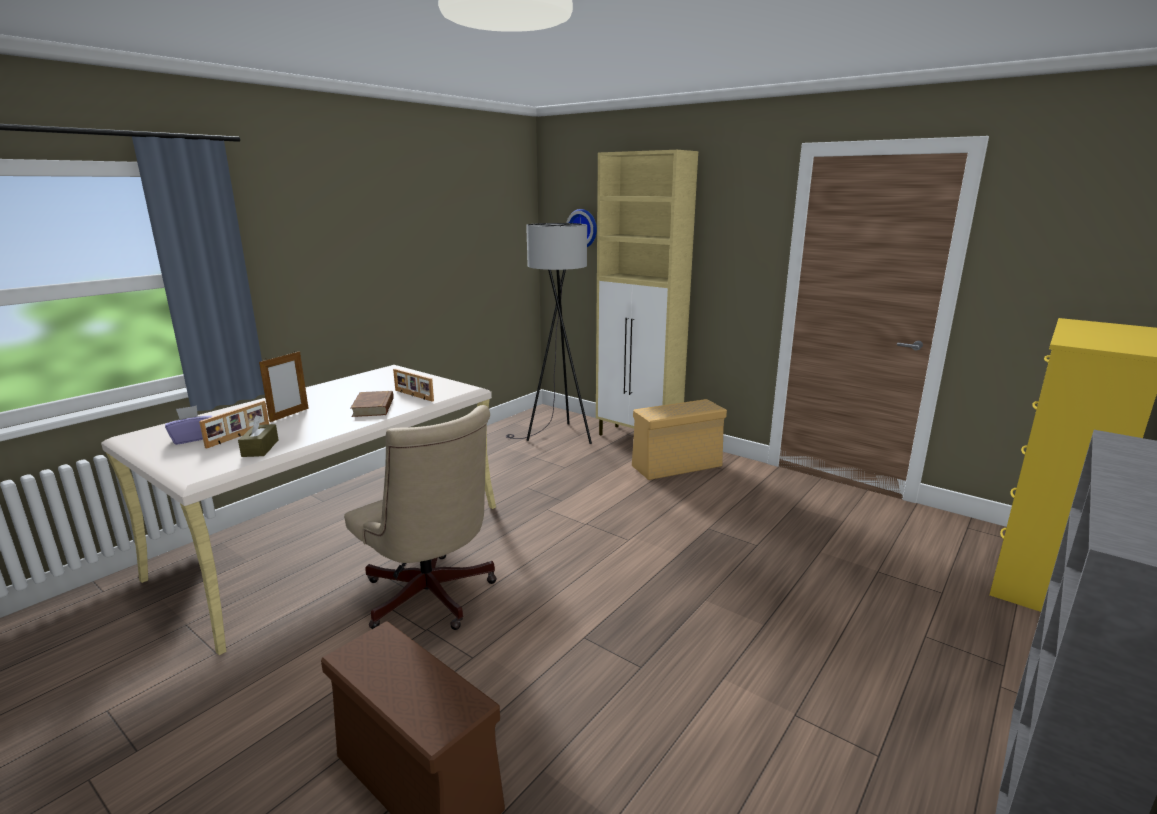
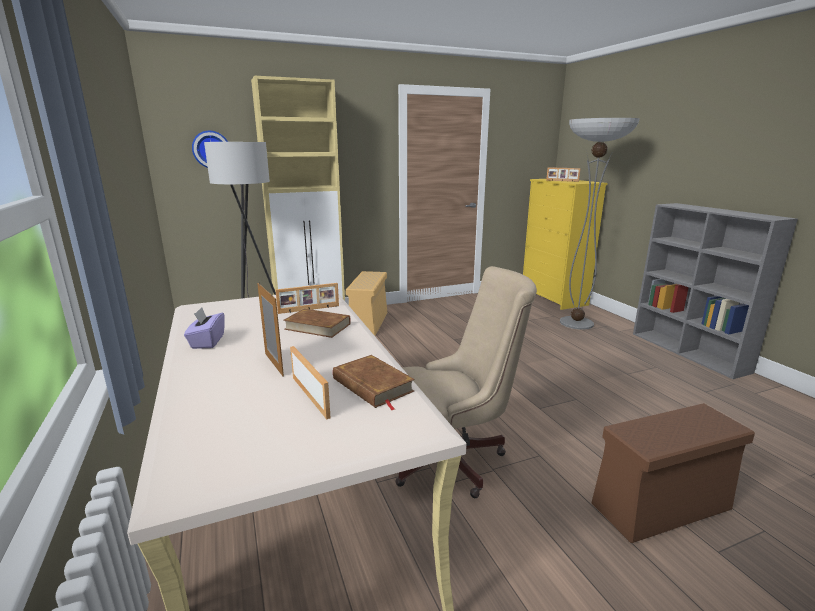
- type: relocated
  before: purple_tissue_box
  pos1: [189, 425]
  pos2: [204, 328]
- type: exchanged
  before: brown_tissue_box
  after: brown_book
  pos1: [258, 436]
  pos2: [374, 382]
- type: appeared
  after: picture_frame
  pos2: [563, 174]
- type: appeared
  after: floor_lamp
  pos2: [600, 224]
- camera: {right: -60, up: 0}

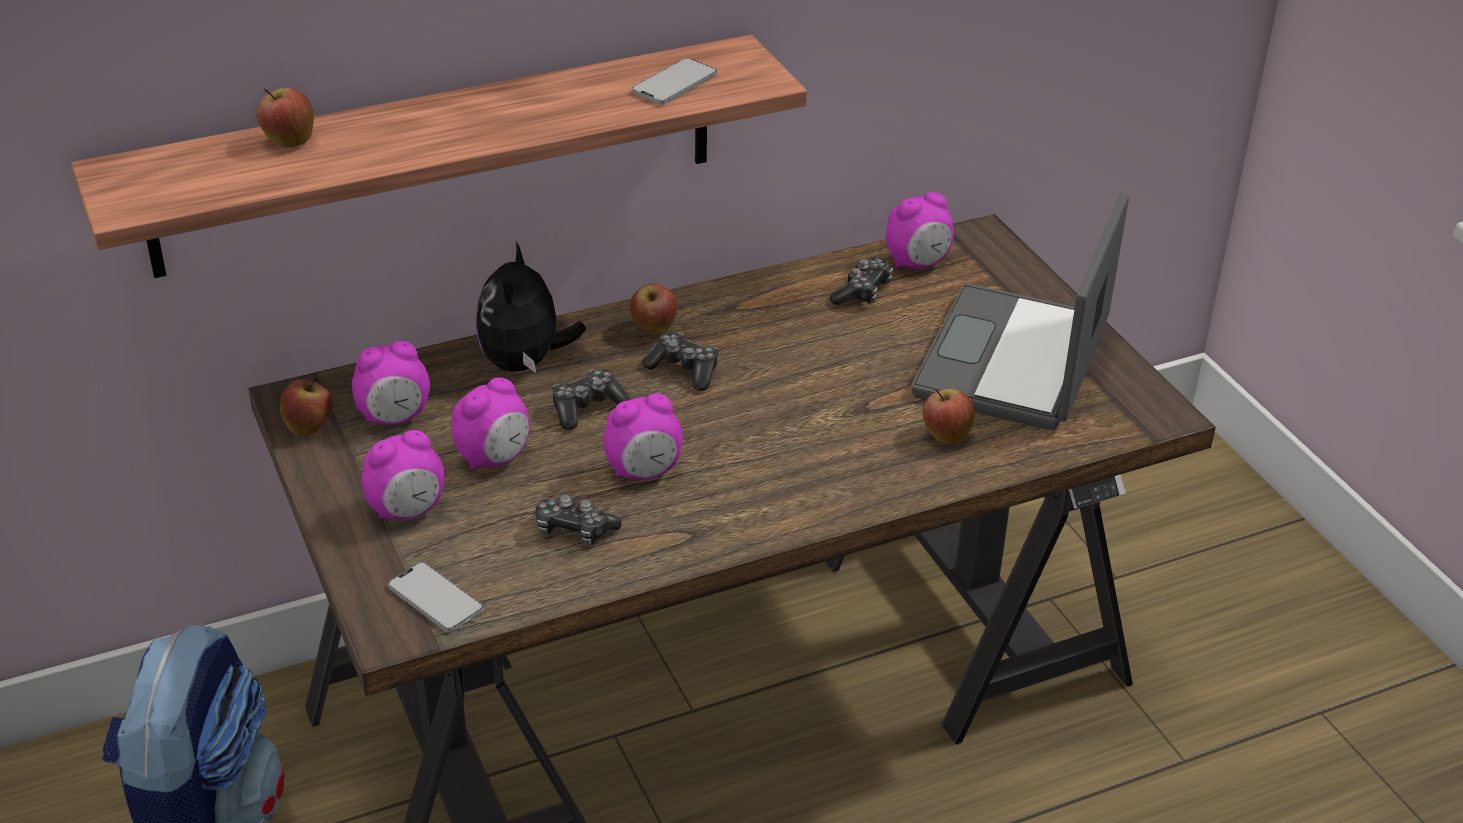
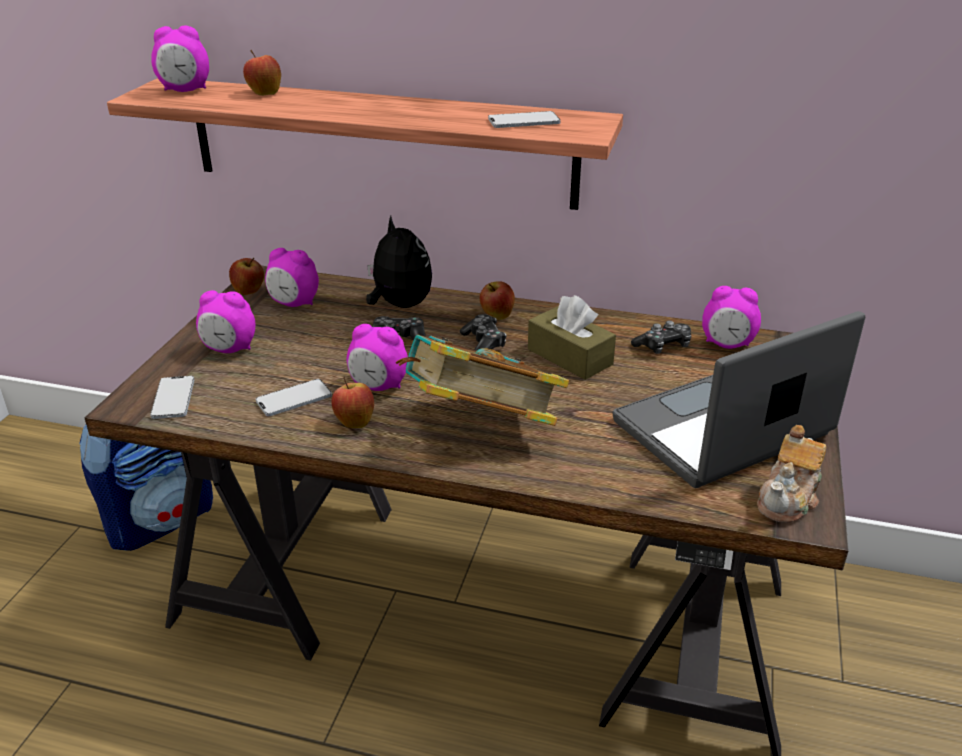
- type: relocated
  before: alarm_clock
  pos1: [490, 424]
  pos2: [180, 59]
- type: spun
  before: plush_toy
  pos1: [531, 307]
  pos2: [399, 262]
  turn: 105
- type: exchanged
  before: game_controller
  after: phone
  pos1: [578, 520]
  pos2: [294, 397]
- type: relocated
  before: apple
  pos1: [949, 416]
  pos2: [352, 402]
- type: appeared
  after: book
  pos2: [482, 380]
- type: appeared
  after: brown_tissue_box
  pos2: [572, 337]
- type: appeared
  after: teapot
  pos2: [791, 474]
- camera: {right: 40, up: -5}

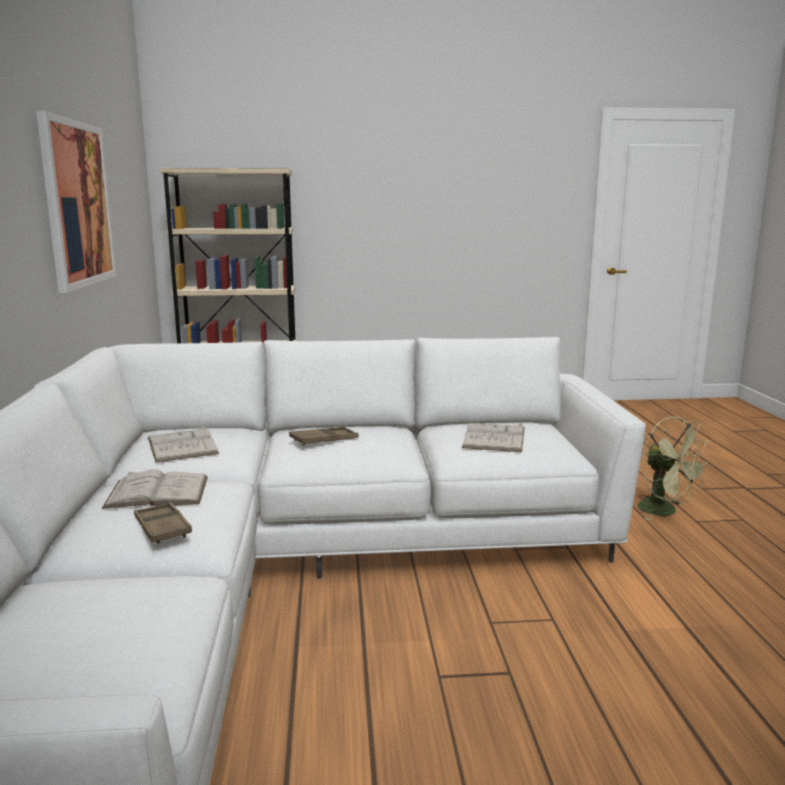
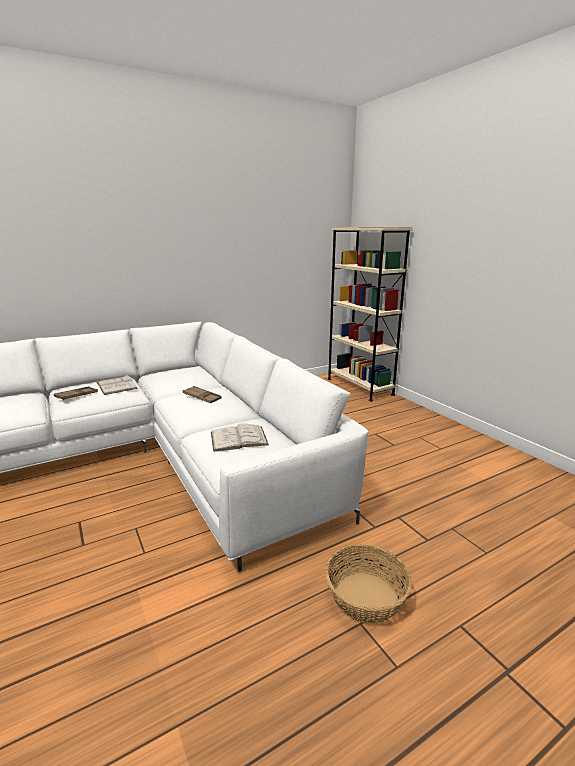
- type: missing
  before: picture
  pos1: [76, 202]
- type: missing
  before: white_book
  pos1: [183, 444]
- type: exchanged
  before: green_fan
  after: basket
  pos1: [674, 468]
  pos2: [368, 584]
- camera: {right: 65, up: 5}

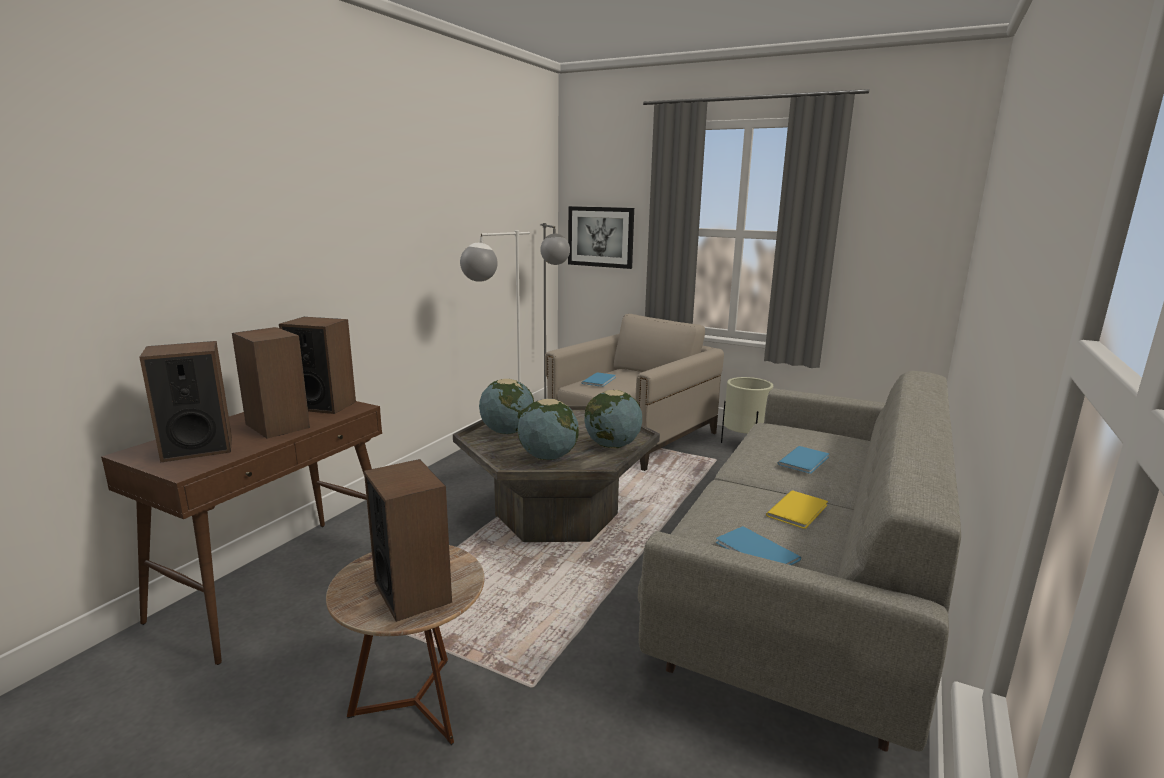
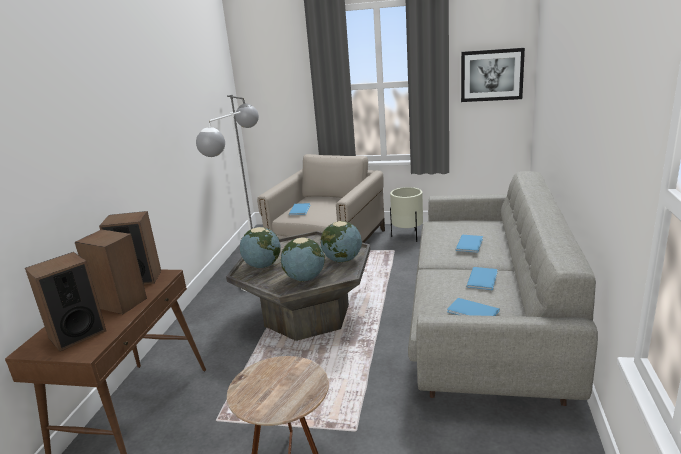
- type: missing
  before: speaker
  pos1: [408, 540]
- type: relocated
  before: picture
  pos1: [601, 237]
  pos2: [493, 75]
- type: colour
  before: yellow_book
  after: blue_book
  pos1: [797, 509]
  pos2: [482, 278]
- camera: {right: -15, up: 5}

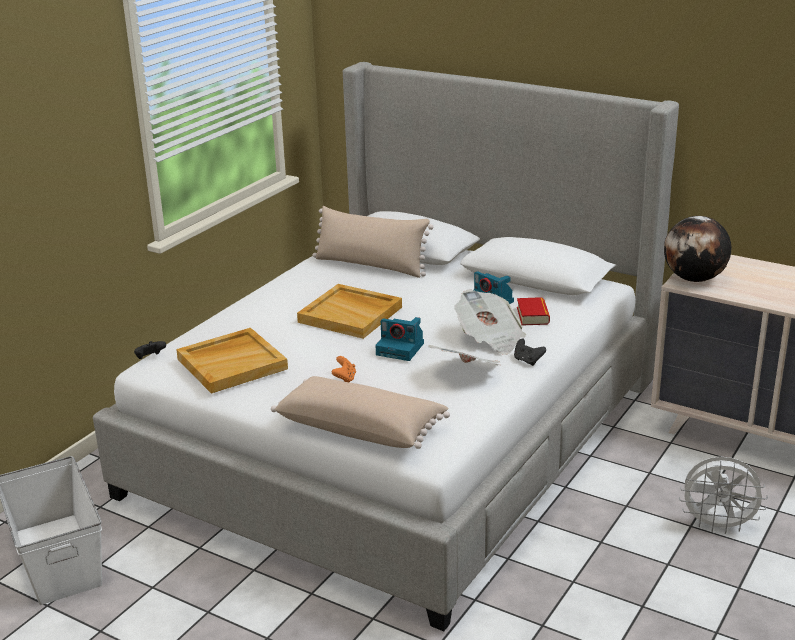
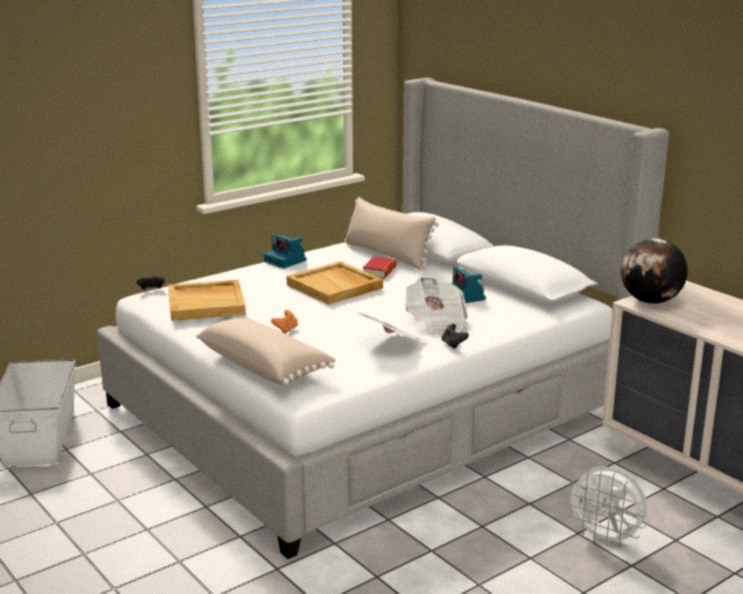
- type: relocated
  before: photo_camera
  pos1: [399, 339]
  pos2: [285, 251]
- type: relocated
  before: book
  pos1: [533, 311]
  pos2: [379, 268]
- camera: {right: 20, up: -5}

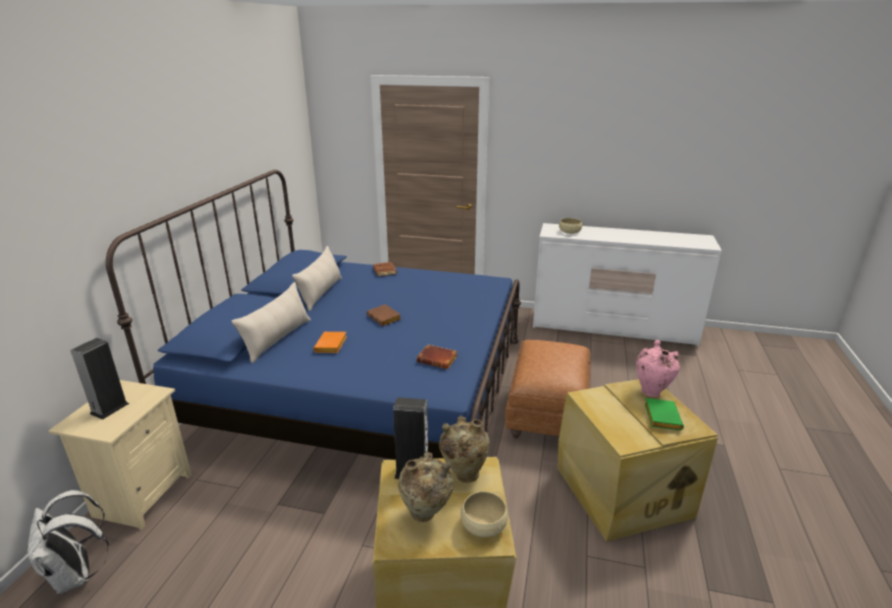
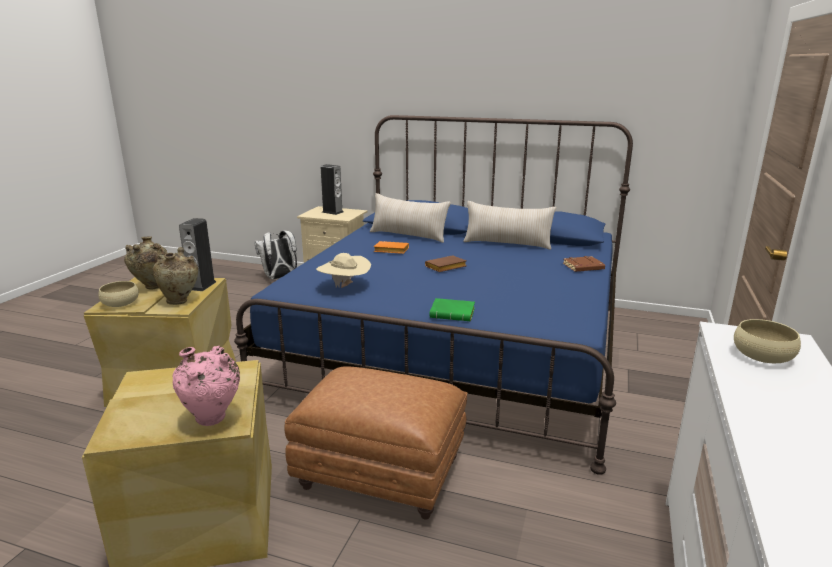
- type: exchanged
  before: brown_book
  after: beige_hat
  pos1: [437, 356]
  pos2: [343, 270]
- type: relocated
  before: green_book
  pos1: [664, 414]
  pos2: [452, 309]
- camera: {right: 95, up: -5}

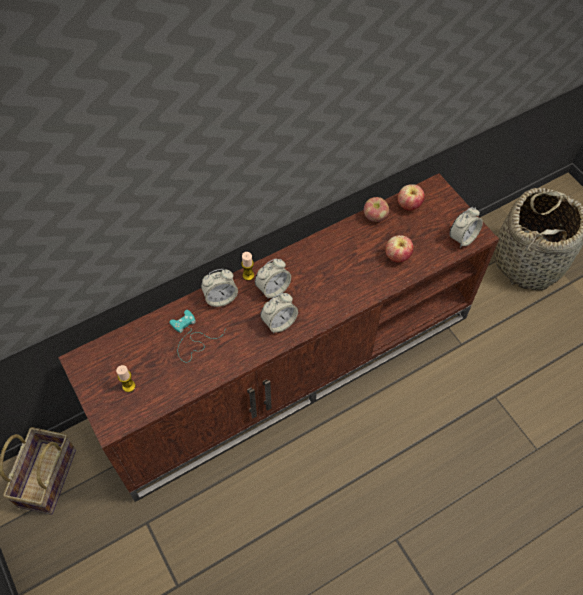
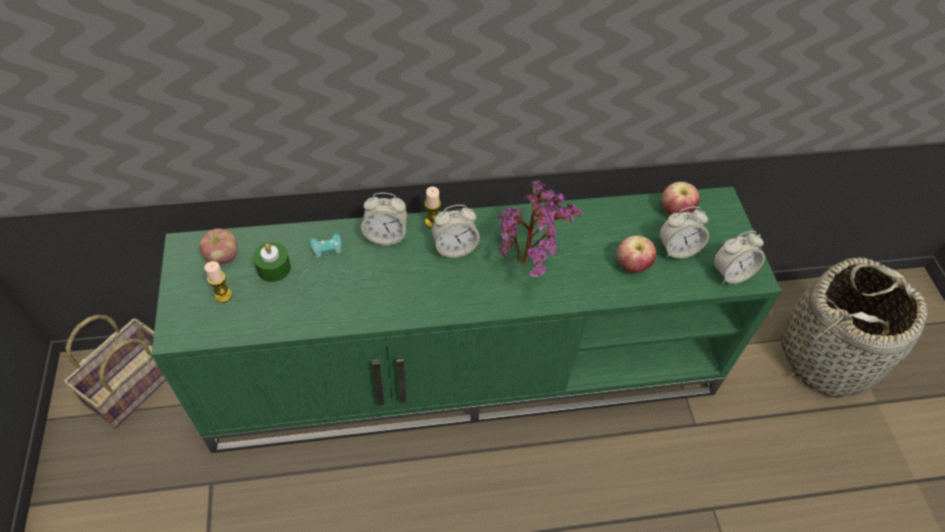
- type: colour
  before: brown_tv_stand
  after: green_tv_stand
  pos1: [278, 337]
  pos2: [466, 320]
- type: relocated
  before: alarm_clock
  pos1: [279, 313]
  pos2: [684, 233]
- type: relocated
  before: apple
  pos1: [376, 209]
  pos2: [218, 246]
- type: appeared
  after: green_candle
  pos2: [272, 262]
- type: appeared
  after: potted_plant
  pos2: [540, 228]
- camera: {right: 20, up: -5}

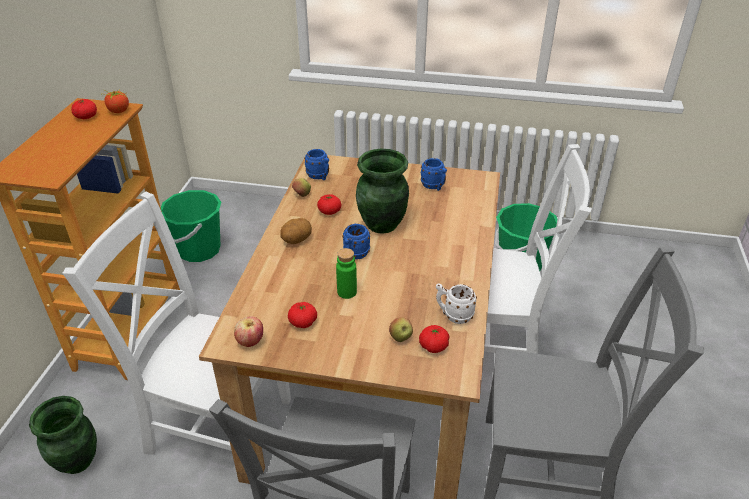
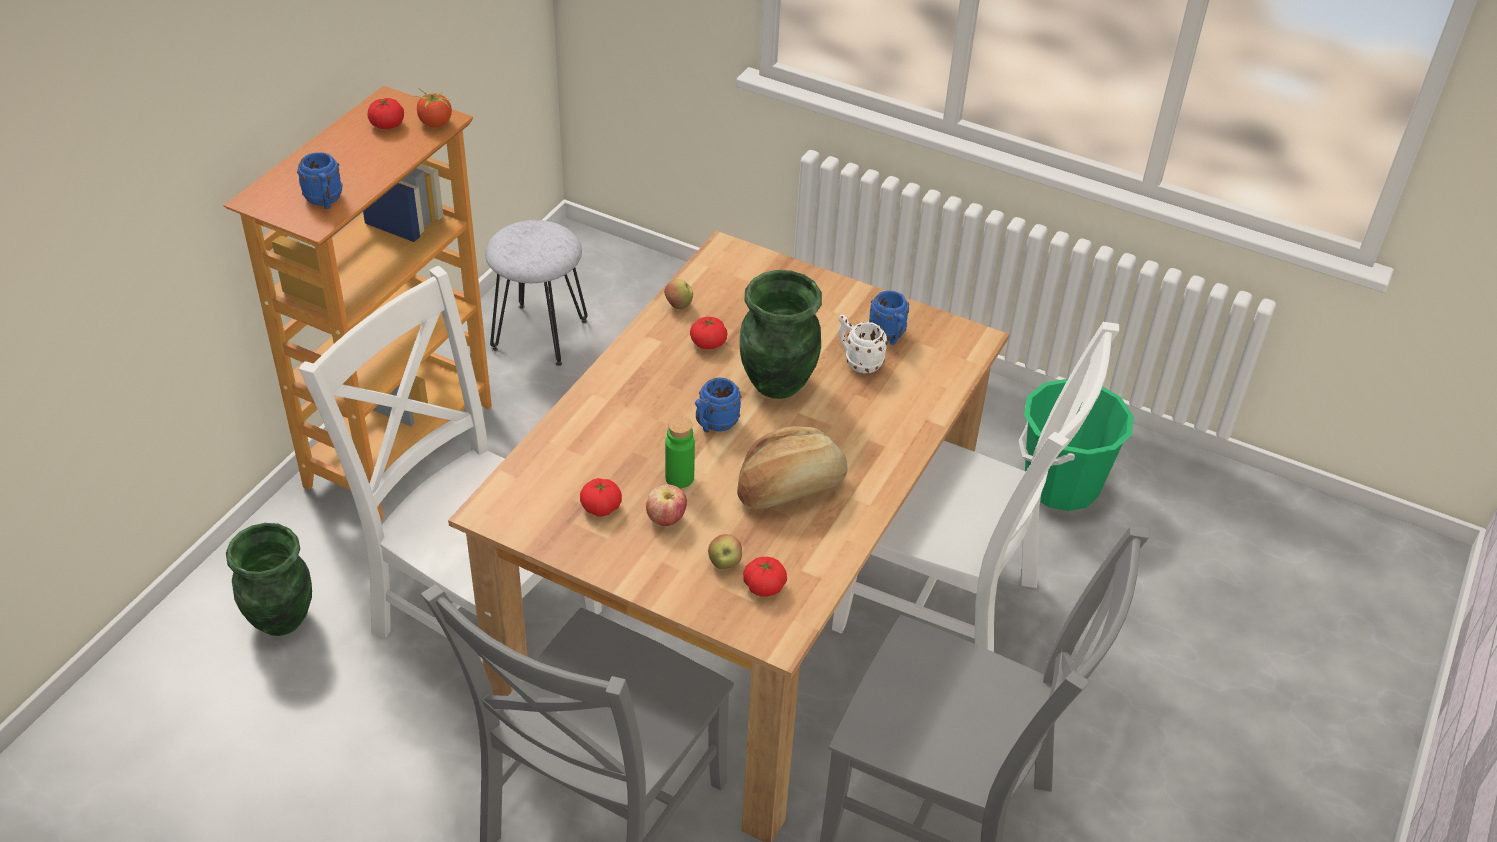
- type: exchanged
  before: green_bucket
  after: grey_stool
  pos1: [191, 226]
  pos2: [536, 293]
- type: relocated
  before: apple
  pos1: [248, 331]
  pos2: [666, 505]
- type: missing
  before: potato
  pos1: [296, 231]
- type: relocated
  before: blue_mug
  pos1: [316, 164]
  pos2: [320, 180]
- type: relocated
  before: white_mug
  pos1: [456, 304]
  pos2: [863, 344]
- type: appeared
  after: bread
  pos2: [792, 467]
- camera: {right: 15, up: 5}

